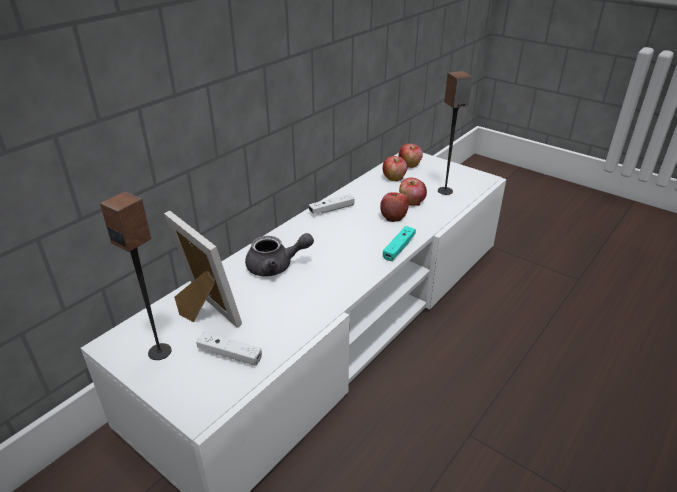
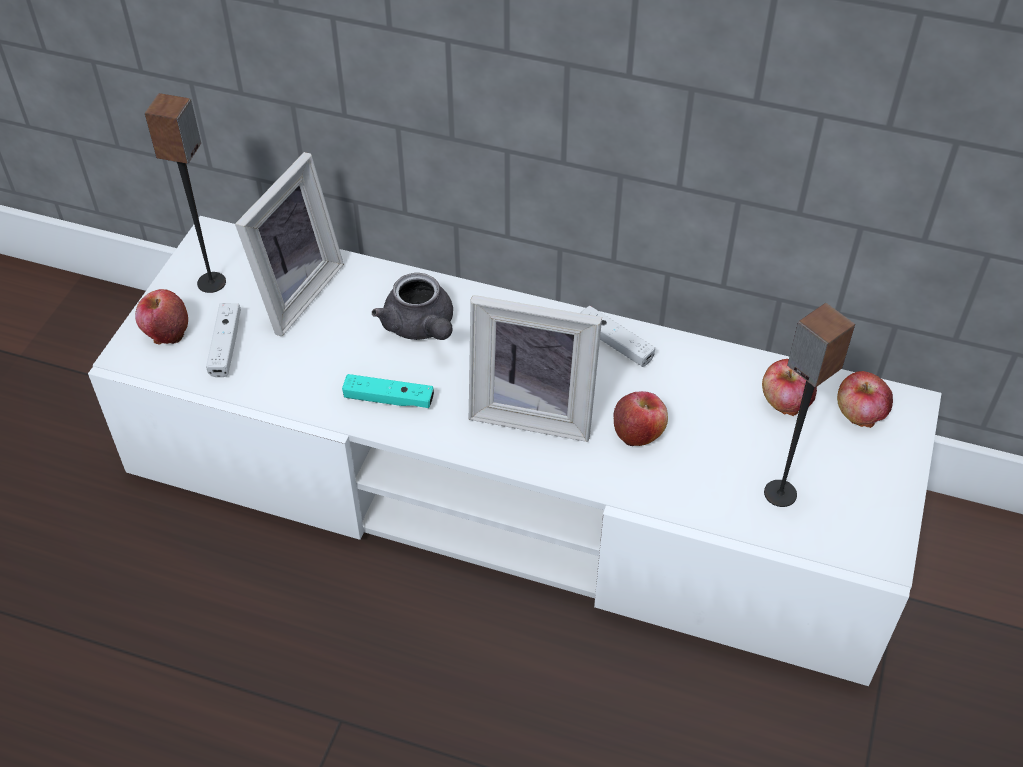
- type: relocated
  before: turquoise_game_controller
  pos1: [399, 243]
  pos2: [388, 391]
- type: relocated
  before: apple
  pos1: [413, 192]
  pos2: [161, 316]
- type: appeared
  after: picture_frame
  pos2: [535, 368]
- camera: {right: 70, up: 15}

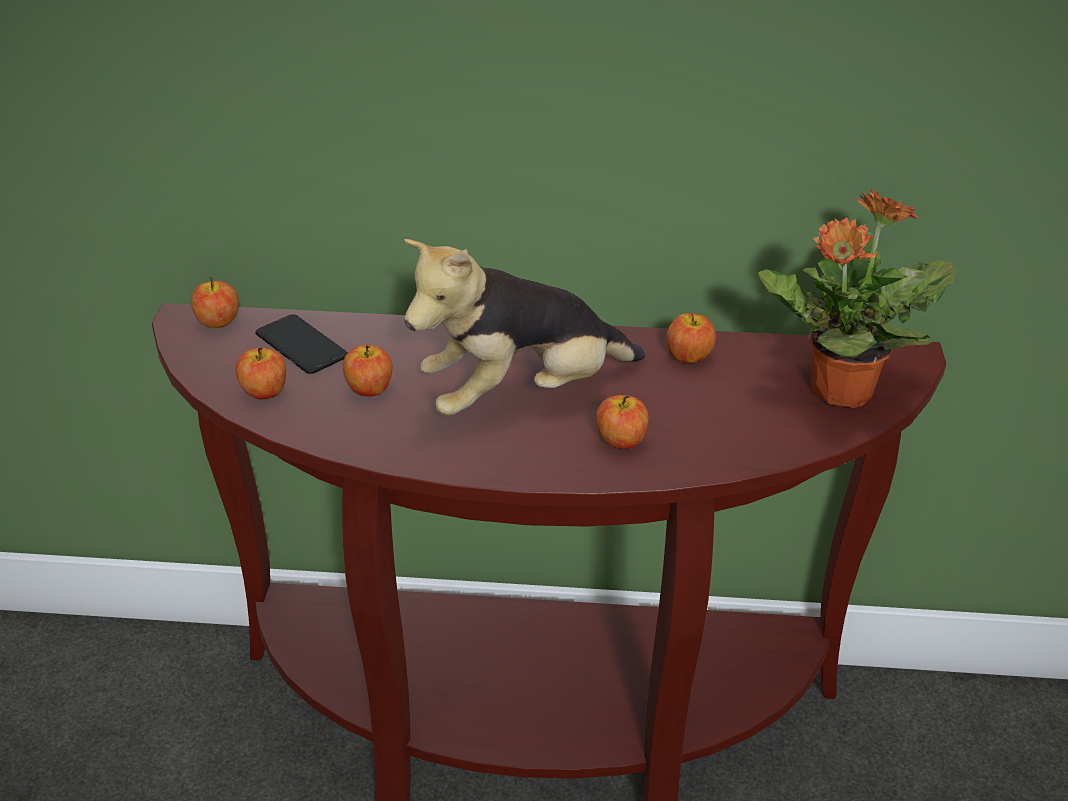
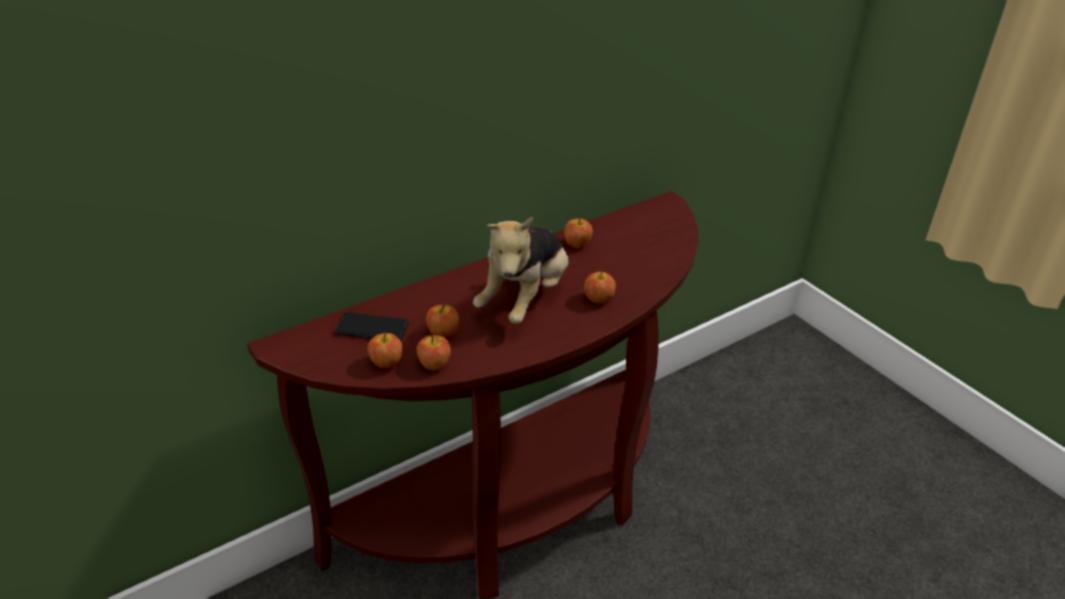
- type: relocated
  before: apple
  pos1: [215, 302]
  pos2: [434, 352]
- type: missing
  before: potted_plant
  pos1: [857, 298]
- camera: {right: -40, up: 0}

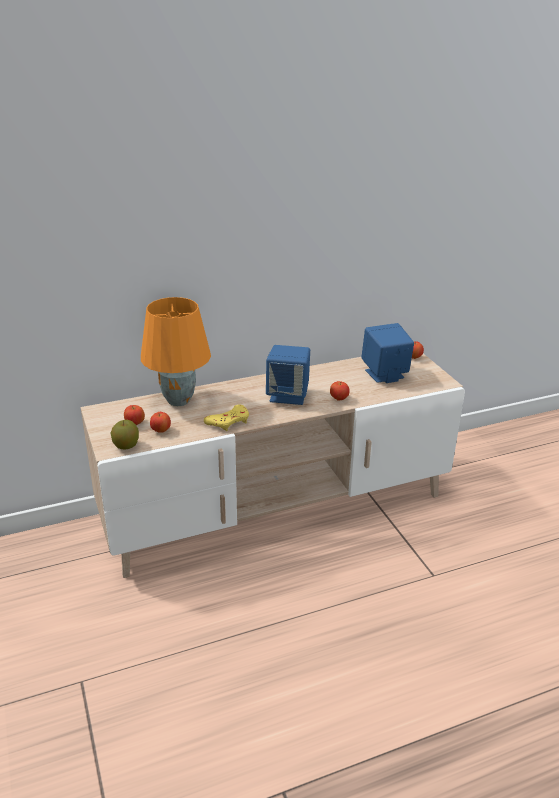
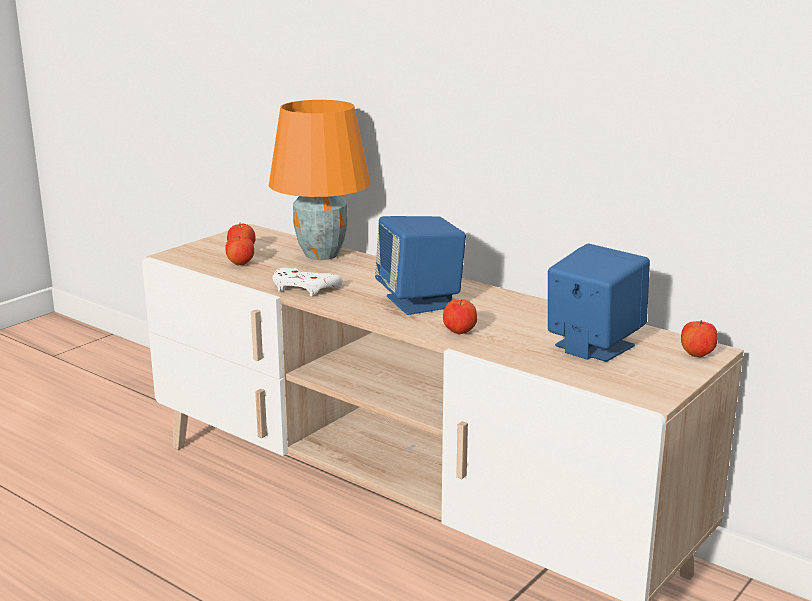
- type: missing
  before: apple
  pos1: [125, 435]
- type: colour
  before: yellow_game_controller
  after: white_game_controller
  pos1: [226, 418]
  pos2: [307, 282]
- camera: {right: 60, up: -10}

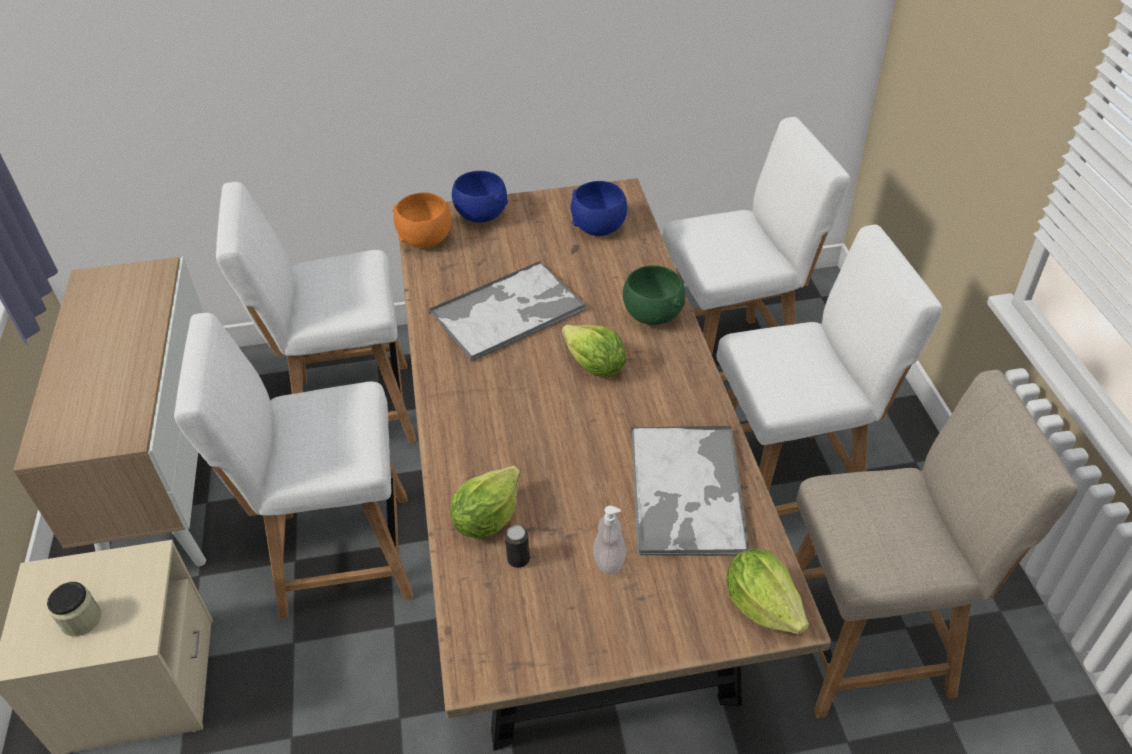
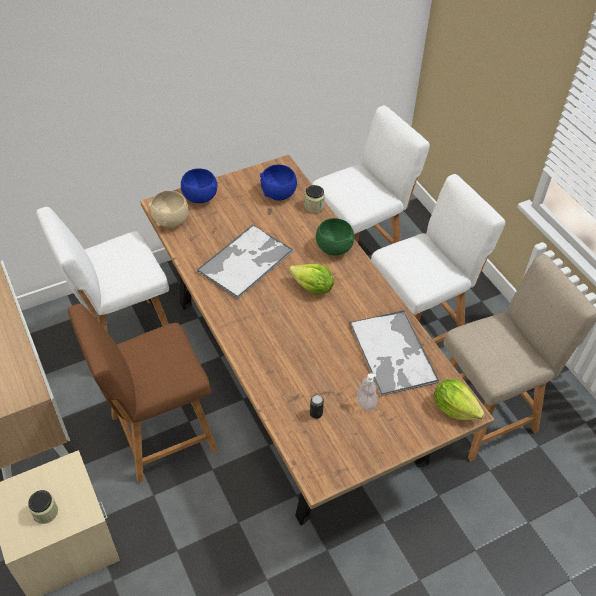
- type: colour
  before: white_chair
  after: brown_chair
  pos1: [293, 466]
  pos2: [143, 393]
- type: colour
  before: orange_bowl
  after: beige_bowl
  pos1: [422, 220]
  pos2: [168, 209]
- type: missing
  before: lettuce
  pos1: [485, 502]
- type: appeared
  after: jar
  pos2: [314, 199]
- camera: {right: -20, up: 5}

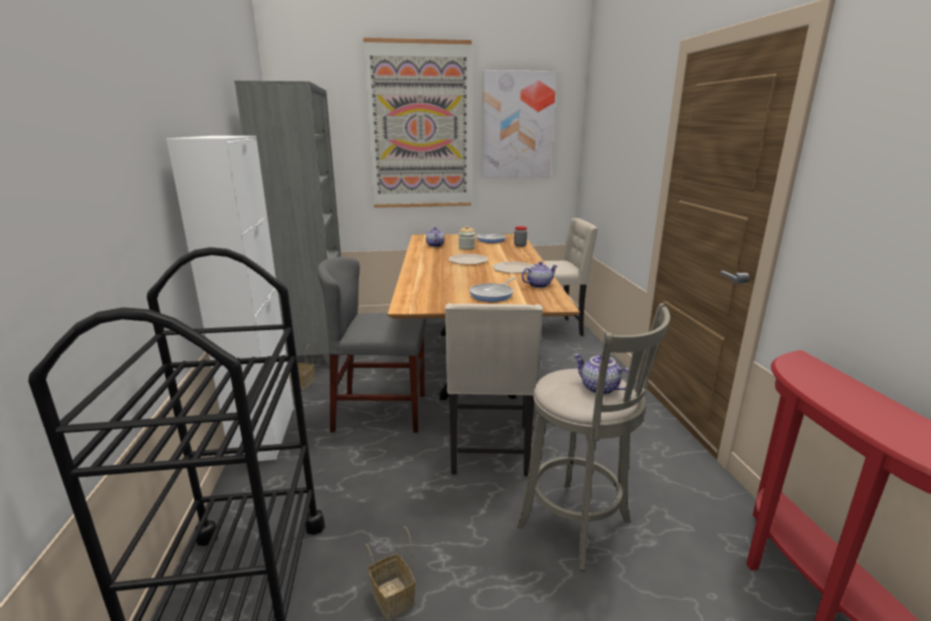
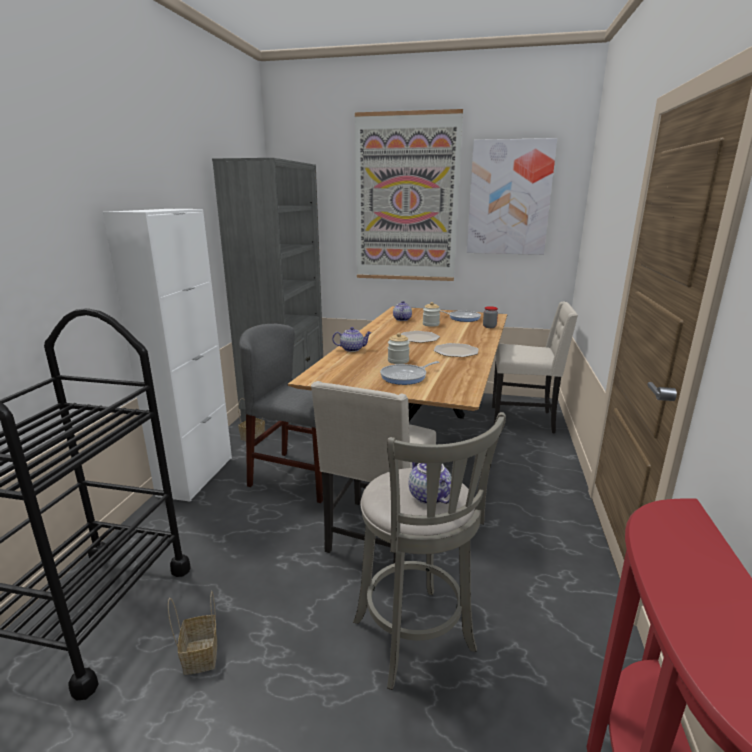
- type: relocated
  before: teapot
  pos1: [539, 274]
  pos2: [352, 339]
- type: appeared
  after: jar
  pos2: [399, 348]
- camera: {right: 20, up: 0}

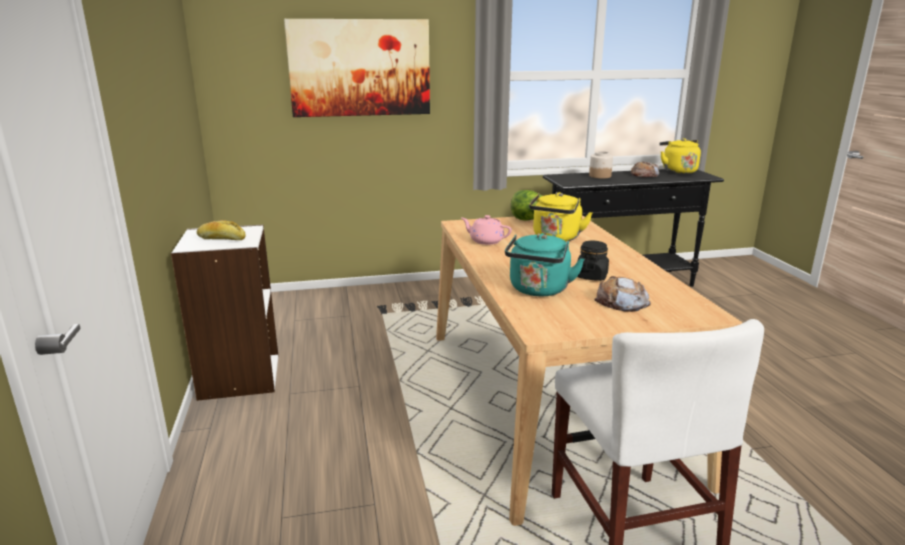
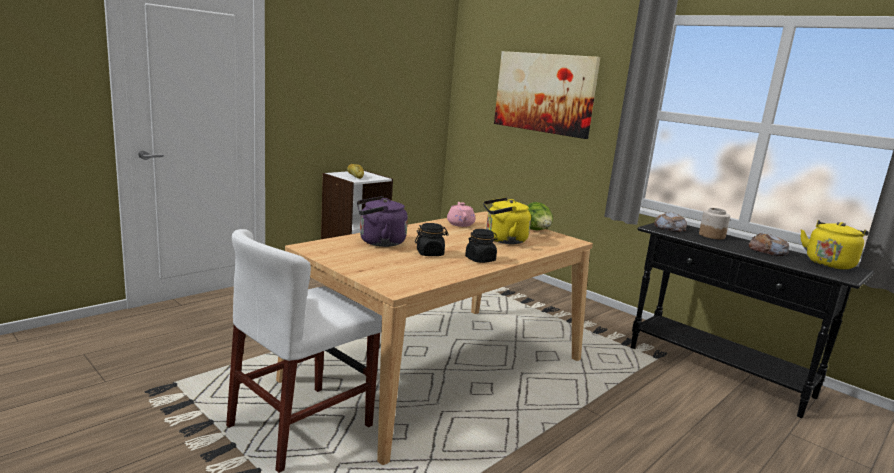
- type: colour
  before: turquoise_kettle
  after: purple_kettle
  pos1: [545, 264]
  pos2: [382, 221]
- type: relocated
  before: bread
  pos1: [622, 294]
  pos2: [670, 222]
- type: appeared
  after: black_jar
  pos2: [481, 246]
- camera: {right: 55, up: -5}

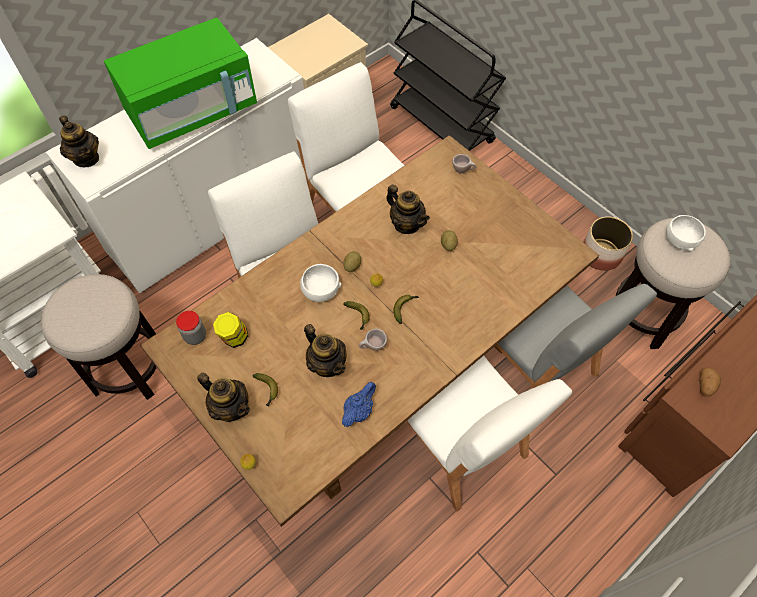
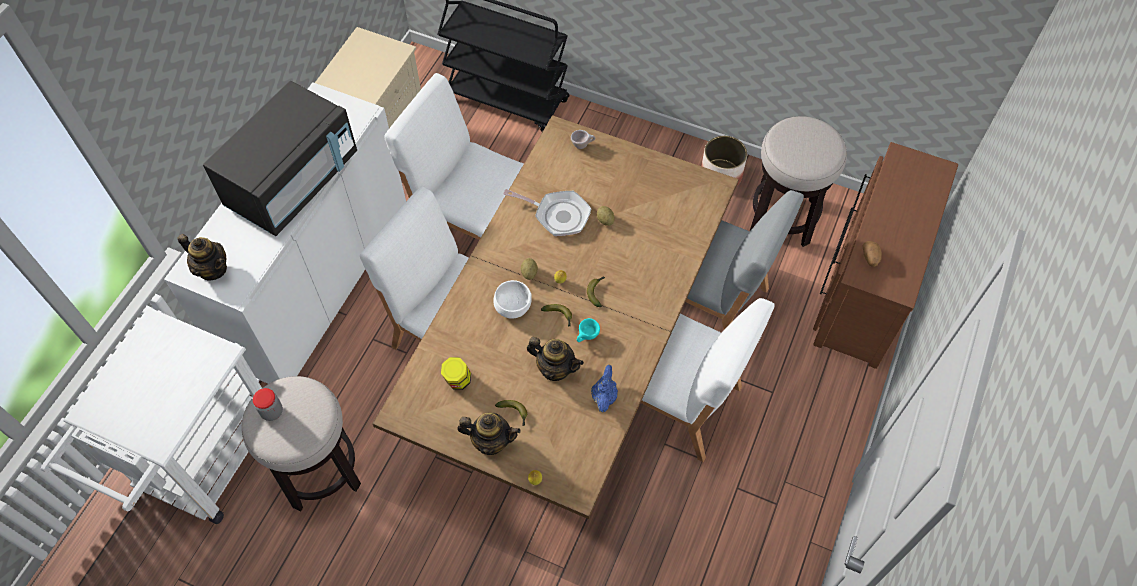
- type: colour
  before: green_microwave
  after: black_microwave
  pos1: [180, 83]
  pos2: [280, 158]
- type: relocated
  before: jar
  pos1: [191, 328]
  pos2: [268, 404]
- type: colour
  before: beige_cup
  after: turquoise_cup
  pos1: [373, 340]
  pos2: [588, 330]
- type: exchanged
  before: teapot
  after: frying_pan
  pos1: [408, 209]
  pos2: [547, 212]
- type: missing
  before: white_bowl
  pos1: [686, 233]
- camera: {right: -25, up: 0}

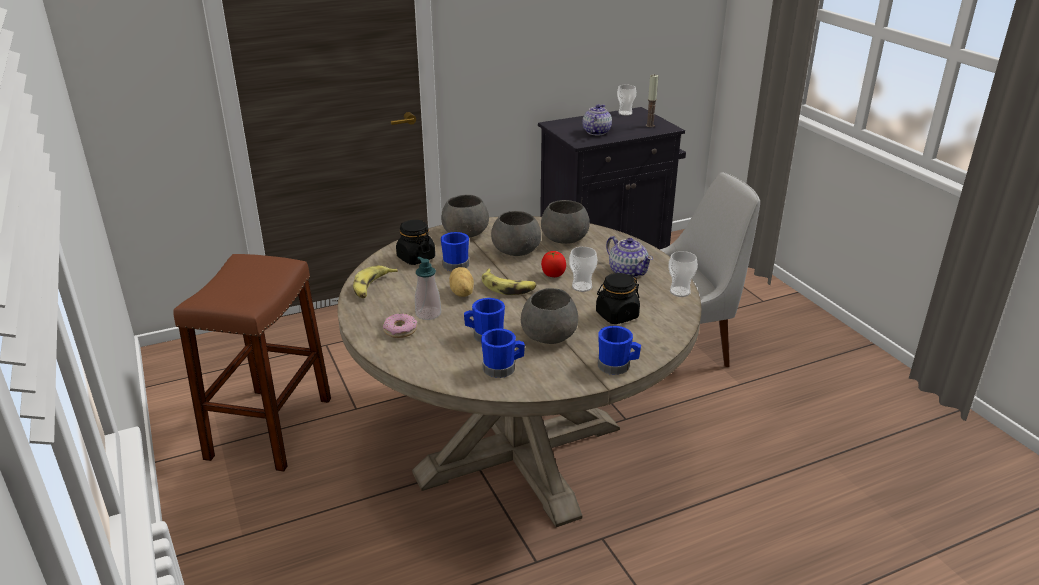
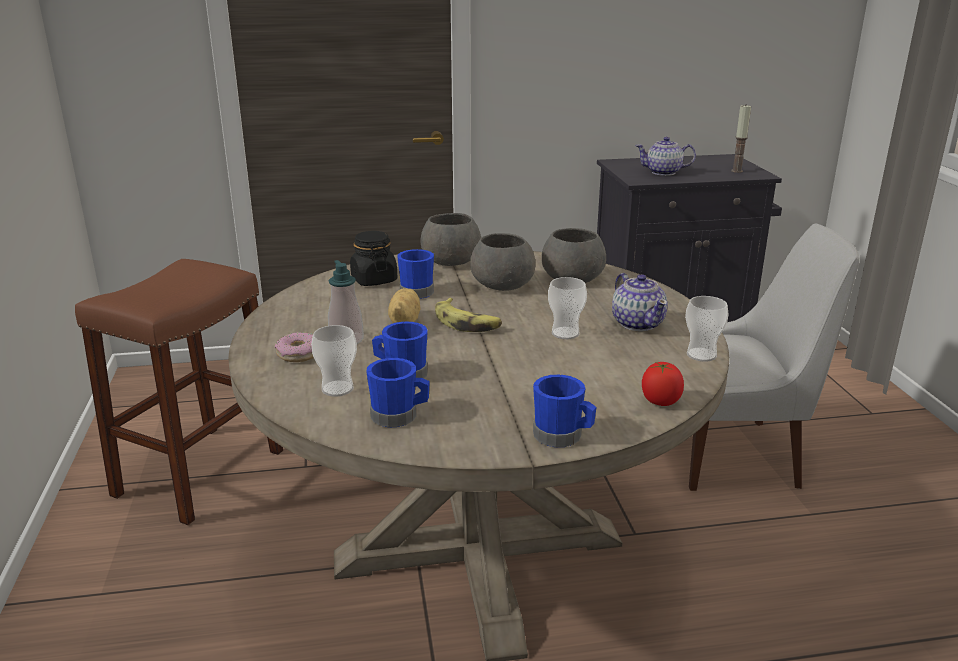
- type: missing
  before: banana
  pos1: [375, 281]
- type: missing
  before: grey_bowl
  pos1: [549, 316]
- type: relocated
  before: tomato
  pos1: [553, 264]
  pos2: [663, 384]
- type: spun
  before: teapot
  pos1: [597, 119]
  pos2: [665, 156]
  turn: -120
- type: missing
  before: black_jar
  pos1: [618, 298]
- type: relocated
  before: cup
  pos1: [626, 100]
  pos2: [334, 361]
- camera: {right: 15, up: -5}

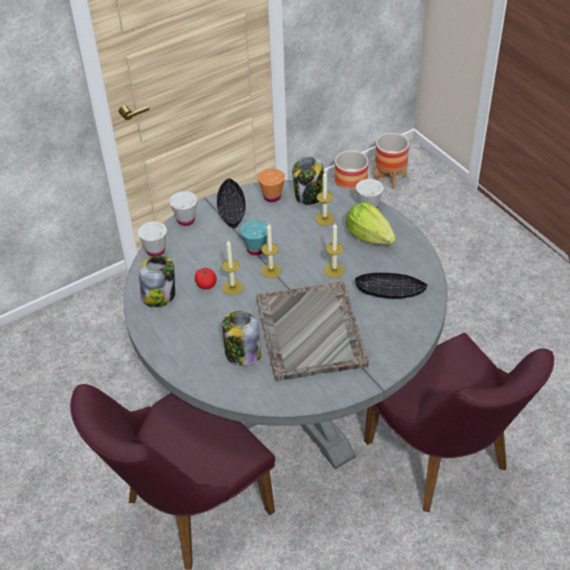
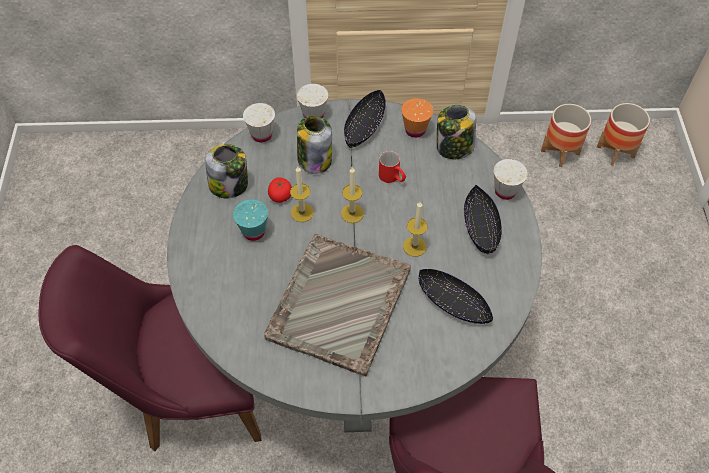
- type: relocated
  before: jar
  pos1: [241, 338]
  pos2: [314, 145]
- type: relocated
  before: turquoise_cup
  pos1: [254, 237]
  pos2: [250, 220]
- type: missing
  before: candle
  pos1: [324, 199]
- type: exchanged
  before: lettuce
  after: black_bowl
  pos1: [371, 223]
  pos2: [483, 219]
- type: appeared
  after: red_mug
  pos2: [392, 167]
- camera: {right: 30, up: 10}

